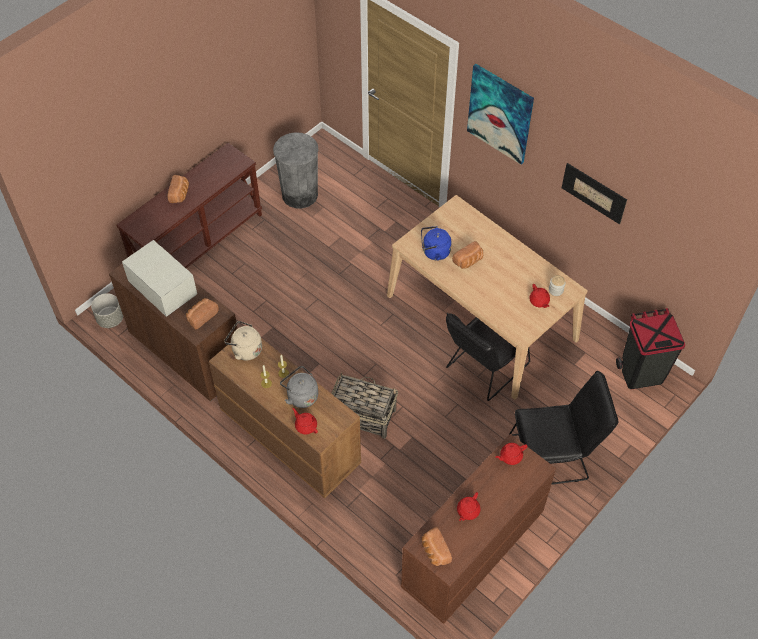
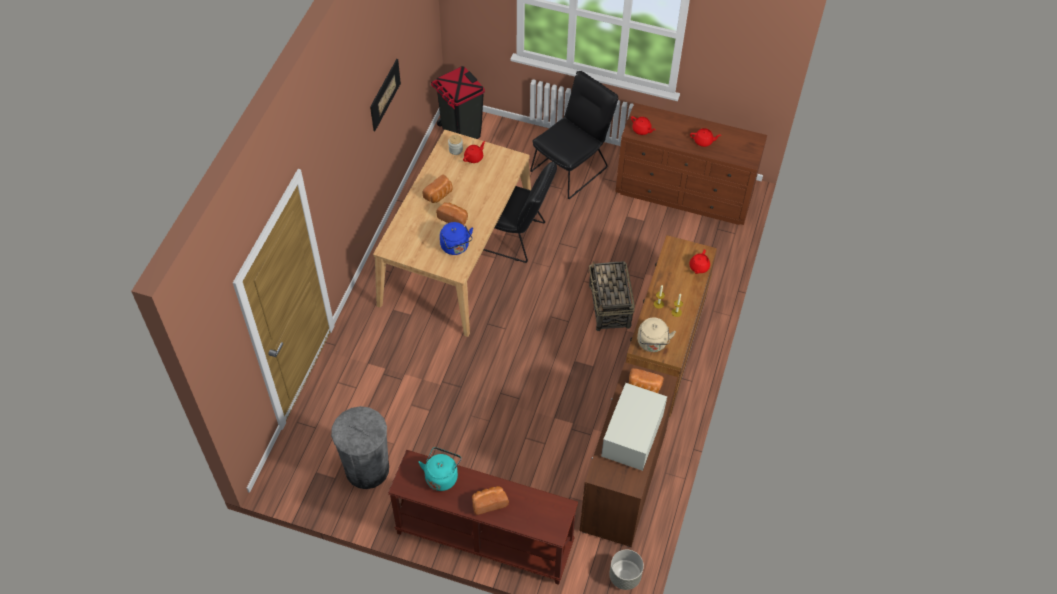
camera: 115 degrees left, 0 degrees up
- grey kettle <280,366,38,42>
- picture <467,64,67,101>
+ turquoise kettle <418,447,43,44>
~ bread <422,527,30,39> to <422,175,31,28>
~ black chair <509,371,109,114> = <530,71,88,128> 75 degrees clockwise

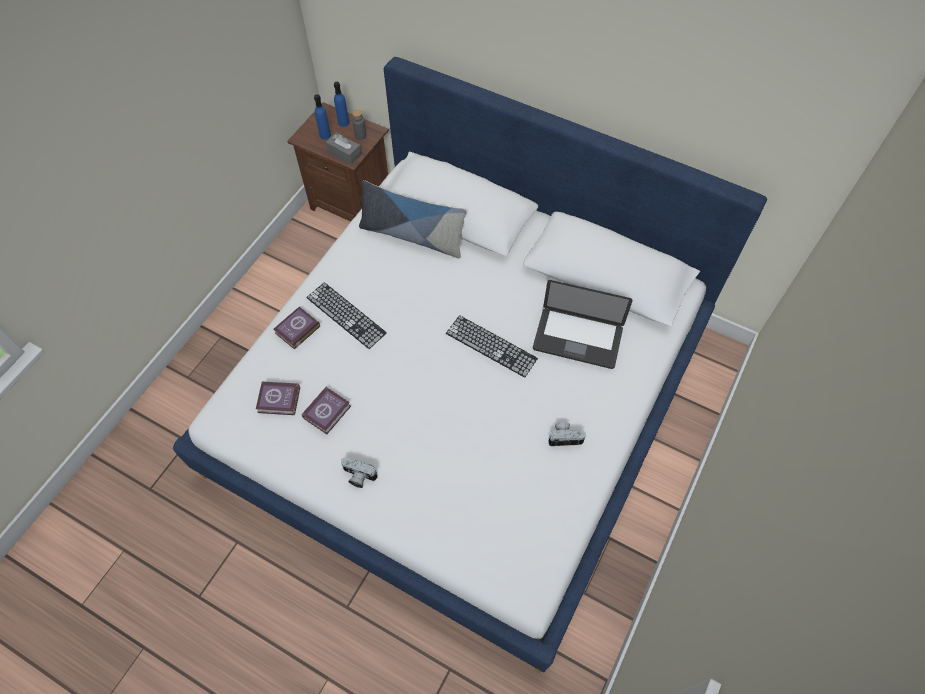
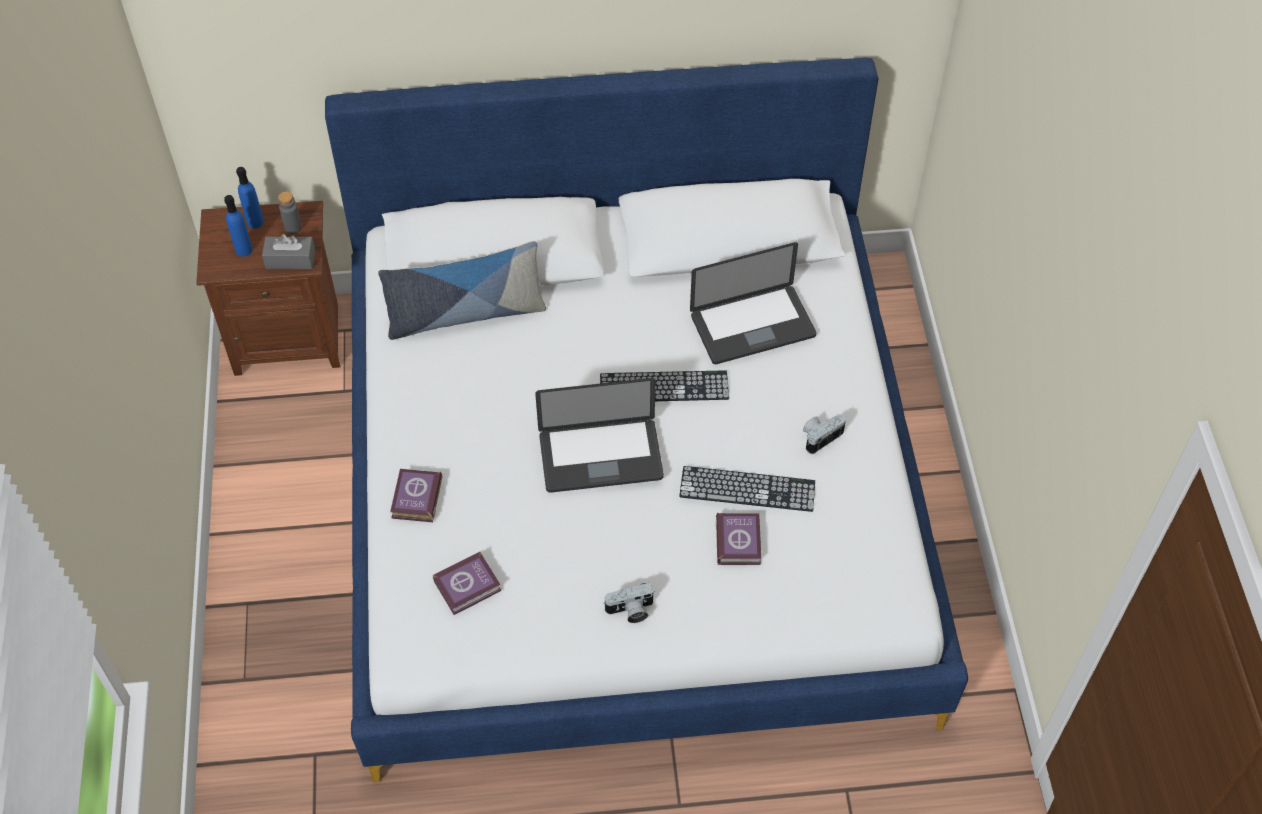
camera: 35 degrees left, 5 degrees down
+ laptop <535,378,129,115>
~ book <301,387,50,48> to <716,512,45,53>
~ keyboard <306,282,81,67> to <679,466,136,46>

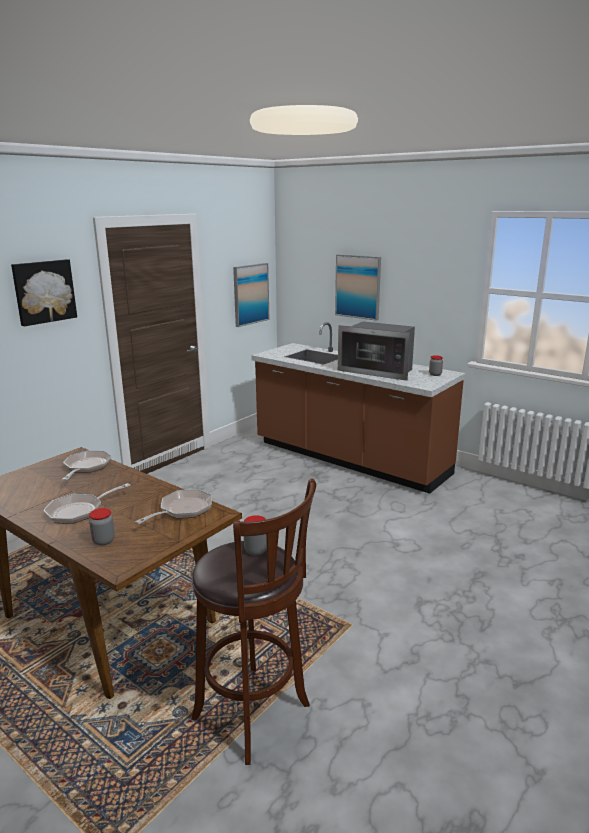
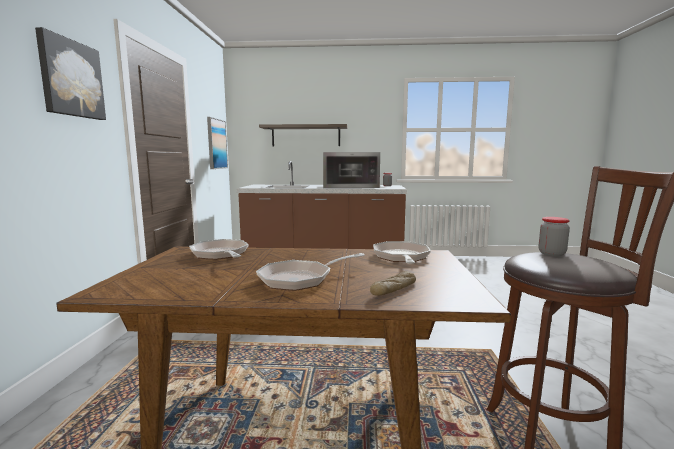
camera: 35 degrees left, 10 degrees down
~ jar <89,508,26,37> to bread <370,271,46,25>
~ picture <335,254,46,67> to shelf <259,124,89,22>
~ frying pan <44,483,87,41> = <256,253,109,38> 45 degrees clockwise

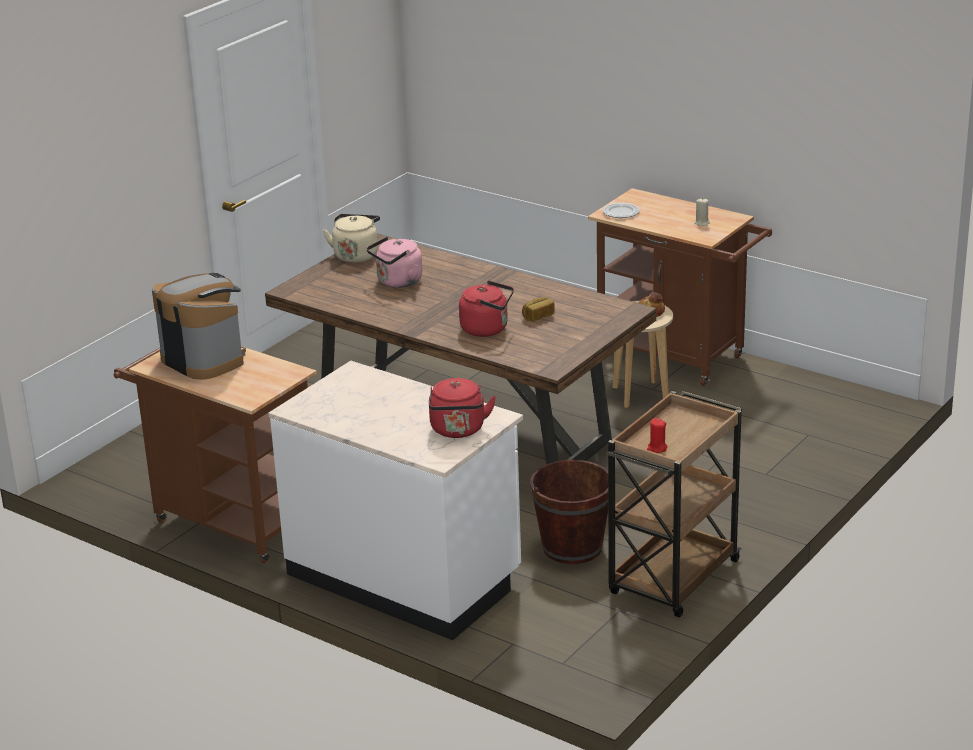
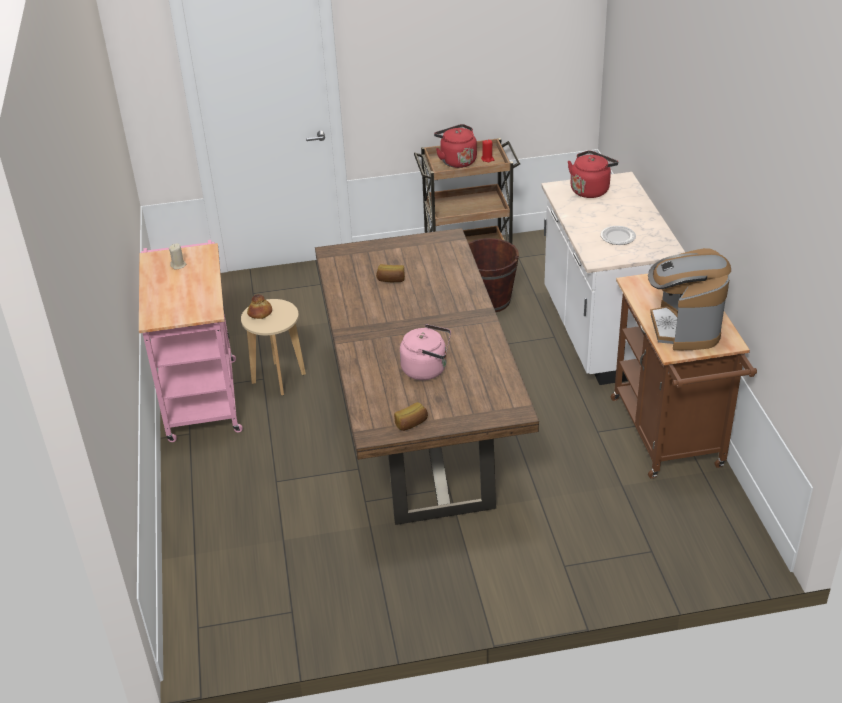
camera: 135 degrees left, 10 degrees up
~ red kettle <459,281,55,56> to <434,124,43,44>
~ plate <603,203,37,15> to <601,226,35,19>
~ beige kettle <323,214,57,49> to bread <394,402,34,29>
~ brown cart <588,188,184,198> to pink cart <139,240,104,202>

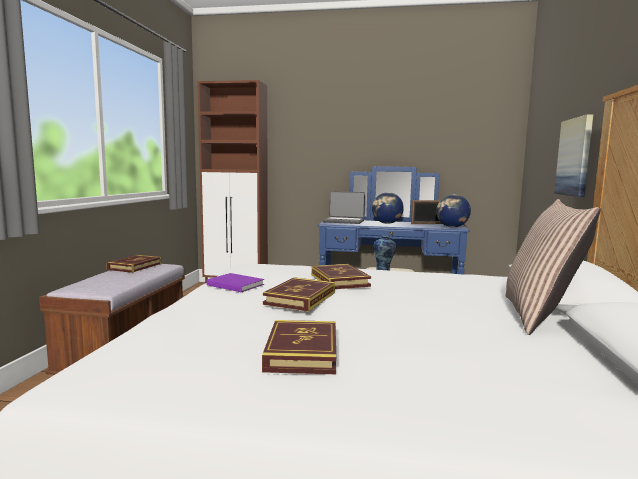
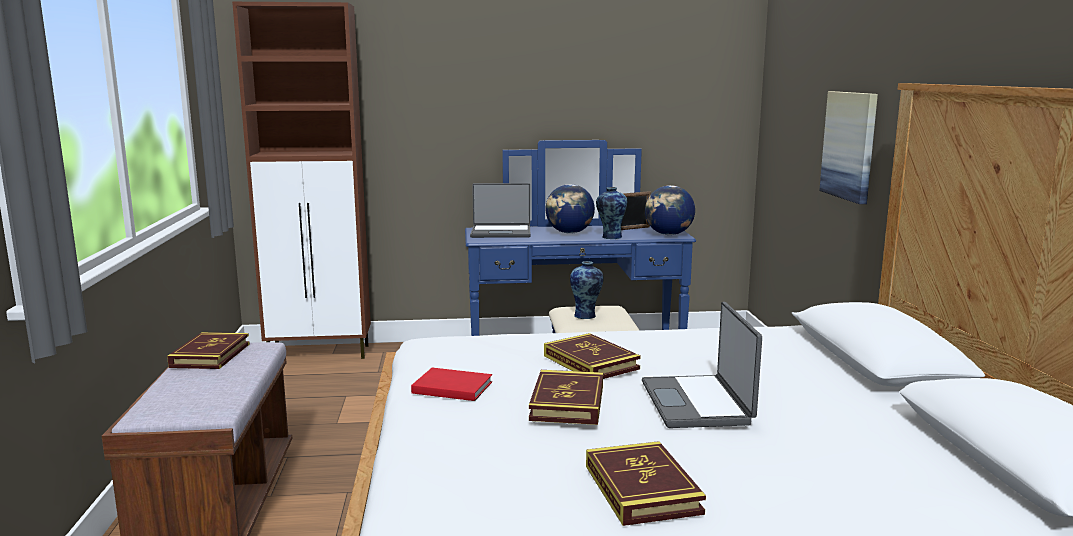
camera: 15 degrees left, 5 degrees up
- pillow <506,199,95,136>
+ vase <596,187,31,52>
+ laptop <642,302,120,126>
~ purple book <206,273,58,19> to red book <411,368,81,33>

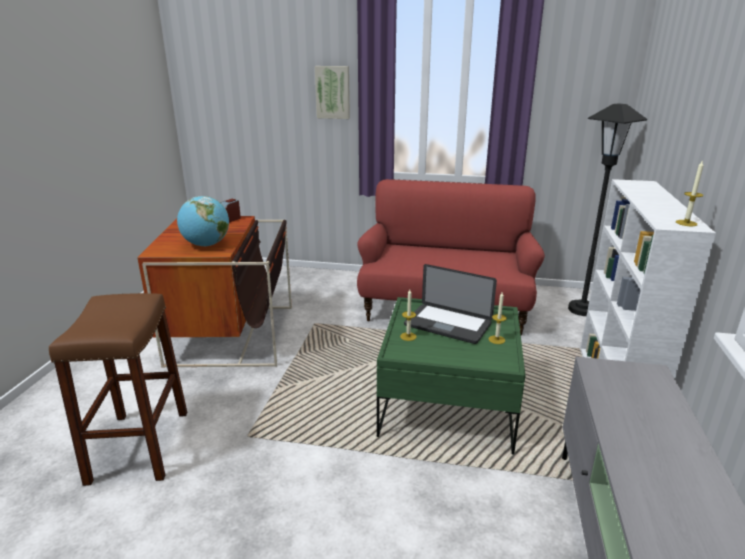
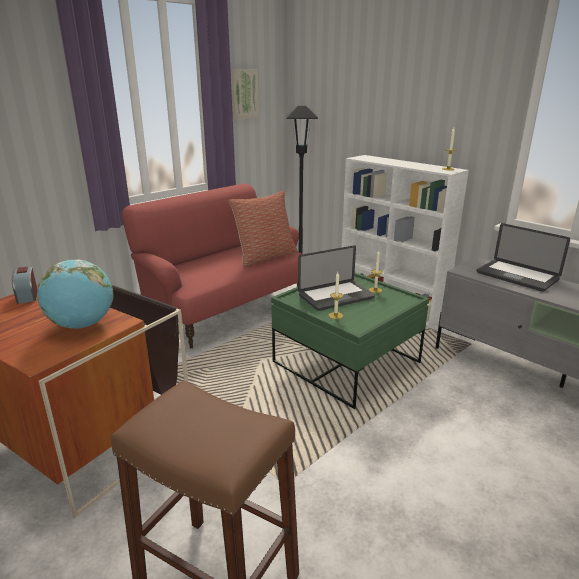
camera: 55 degrees left, 0 degrees up
+ pillow <228,191,70,76>
+ laptop <477,223,93,69>
~ picture <315,66,35,53> to <231,70,28,50>

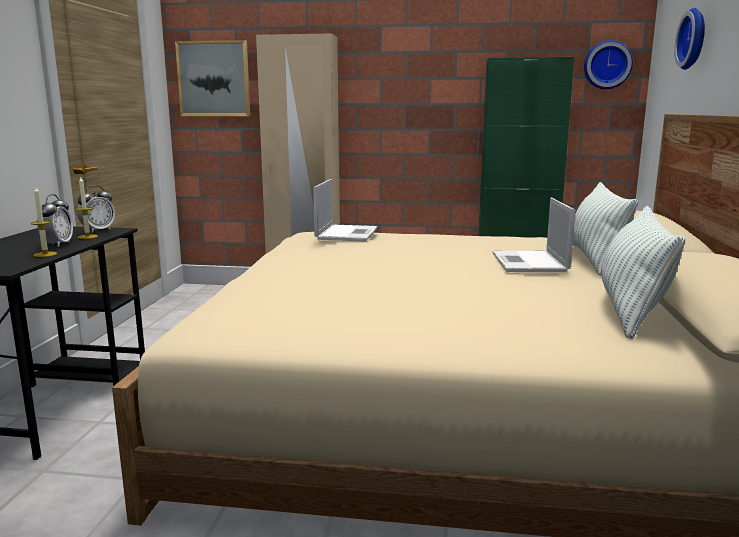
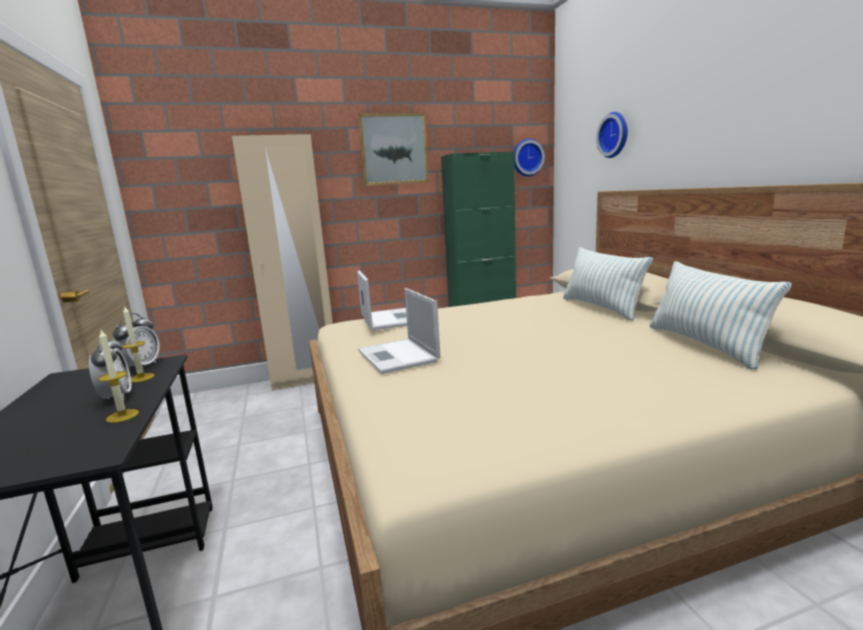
camera: 25 degrees left, 0 degrees up
~ picture <175,40,76,76> to <358,113,71,73>
~ laptop <492,197,84,75> to <358,288,82,86>

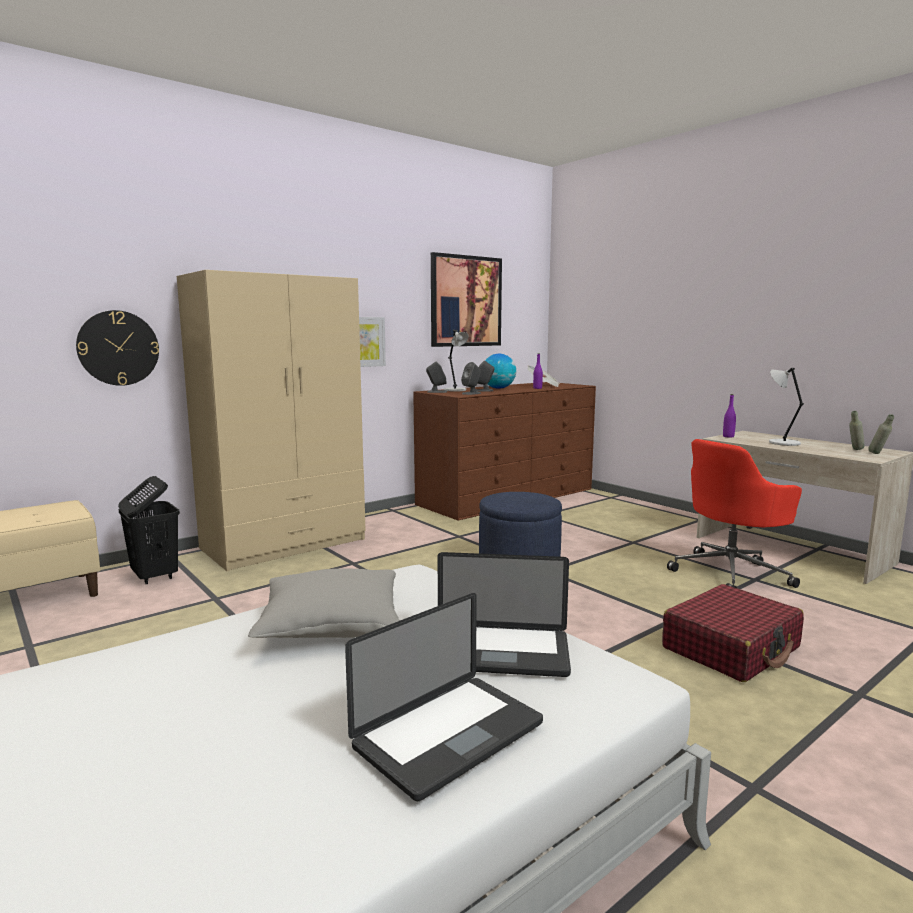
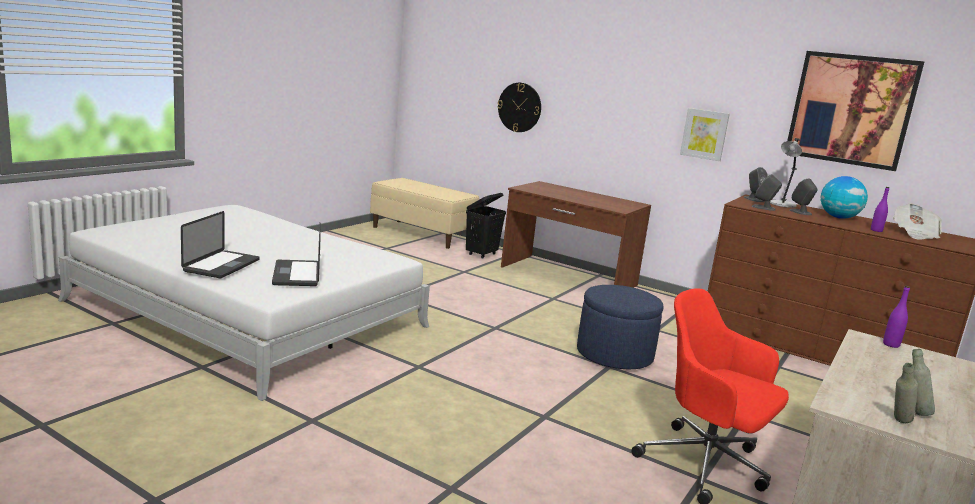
camera: 70 degrees right, 5 degrees up
- grey pillow <248,569,152,69>
- red suitcase <662,584,142,98>
- grey table lamp <769,368,35,78>
~ beige wardrobe <177,270,189,301> to brown desk <501,181,150,107>
~ laptop <345,593,198,208> = <181,211,79,67> 105 degrees counterclockwise

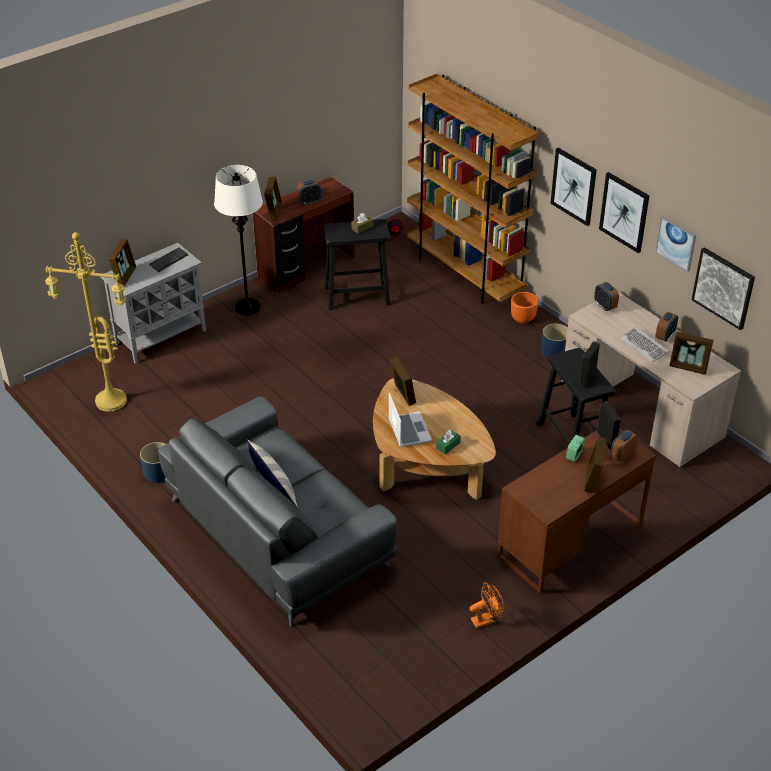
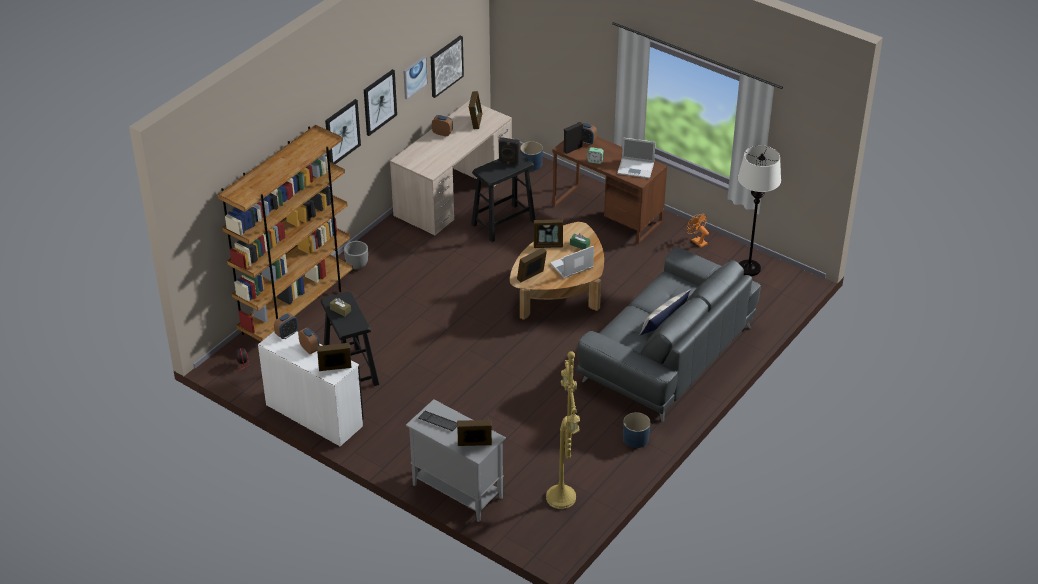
camera: 105 degrees left, 0 degrees up
- keyboard <620,327,49,35>
+ laptop <617,137,39,41>
~ white floor lamp <214,165,49,151> to <738,145,43,131>
~ blue planter <541,324,27,34> to <520,141,23,30>
~ picture frame <584,437,23,56> to <534,219,29,29>
~ alarm clock <594,282,25,29> to <274,313,24,26>
~ brown desk <253,176,102,118> to white desk <258,331,106,116>
~ orange planter <511,292,27,32> to grey planter <344,241,24,29>

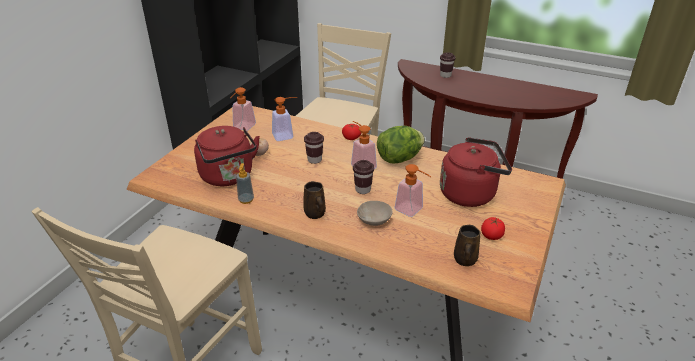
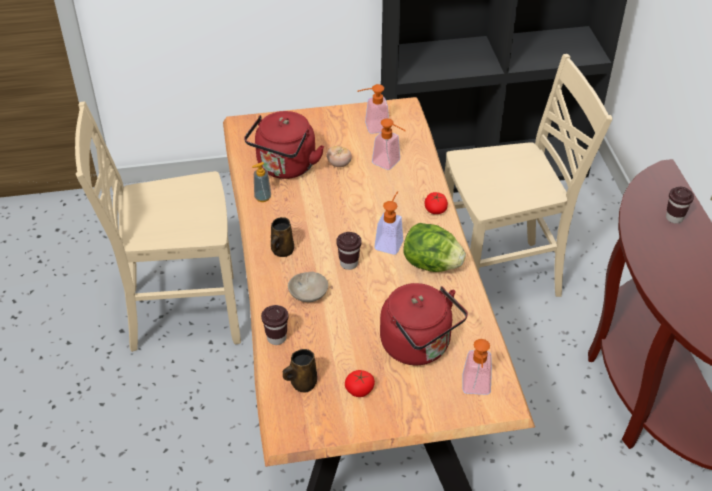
camera: 55 degrees right, 10 degrees up
~ brown cup <304,132,20,32> to <261,305,27,40>
~ soap dispenser <395,164,36,53> to <463,339,29,56>

